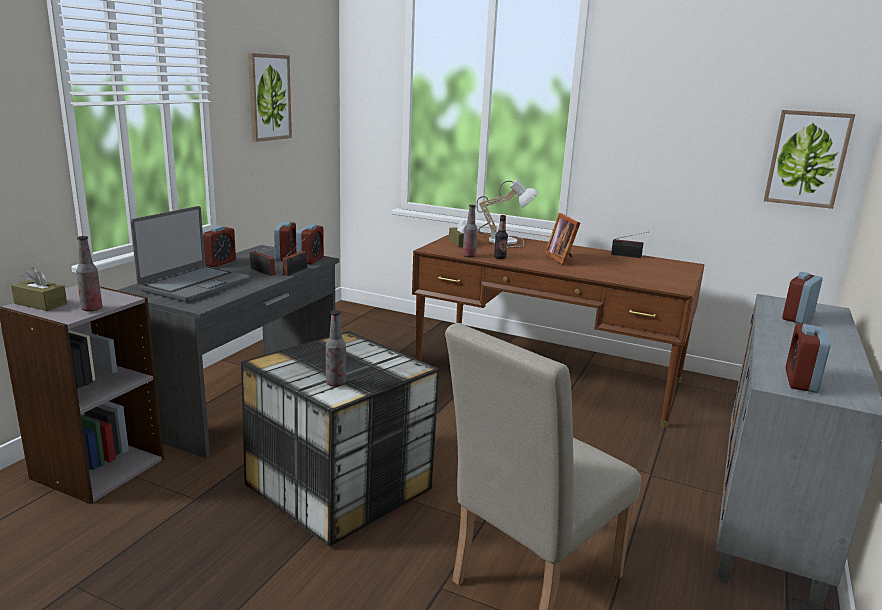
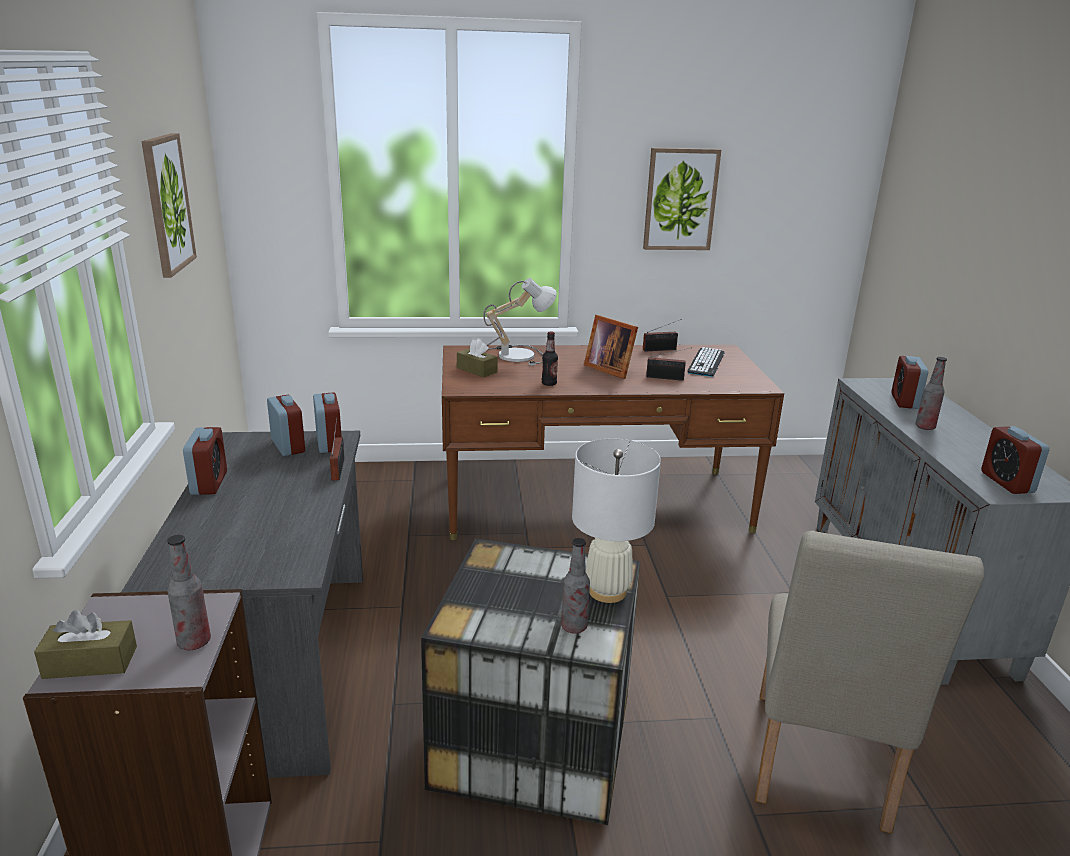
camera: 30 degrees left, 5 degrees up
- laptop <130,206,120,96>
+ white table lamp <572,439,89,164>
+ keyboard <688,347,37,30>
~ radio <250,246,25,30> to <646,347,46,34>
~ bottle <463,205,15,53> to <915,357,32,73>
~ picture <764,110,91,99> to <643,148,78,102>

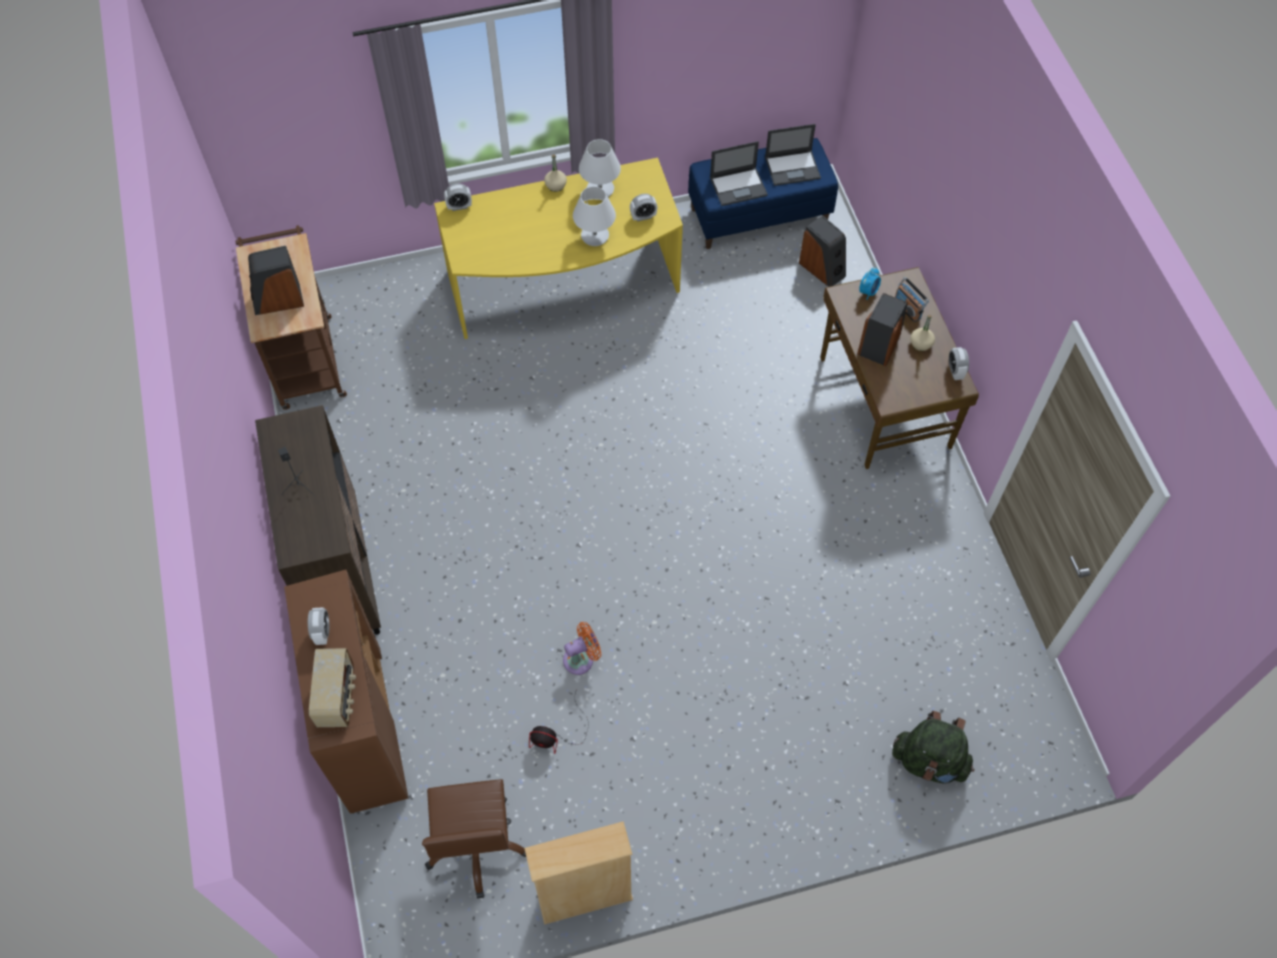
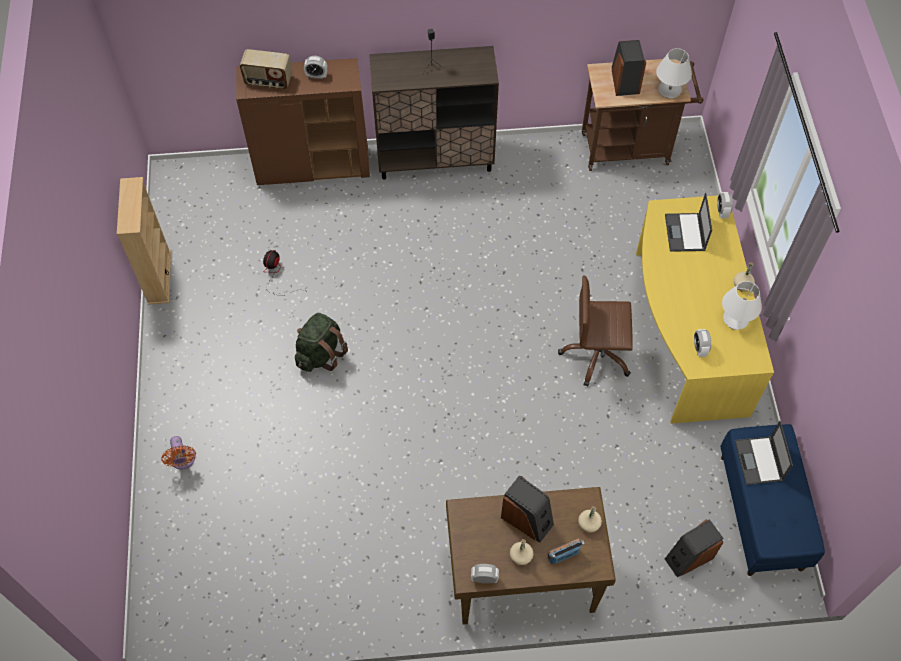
camera: 100 degrees right, 0 degrees up
~ brown office chair <422,779,104,119> to <558,275,75,112>
~ orange fan <563,622,39,53> to <161,436,35,34>
~ white table lamp <573,186,43,60> to <656,48,36,51>
~ laptop <765,124,56,62> to <665,193,47,59>
~ green backpack <892,711,82,73> to <295,313,53,59>
~ alarm clock <859,267,22,33> to beige bottle <578,506,24,26>

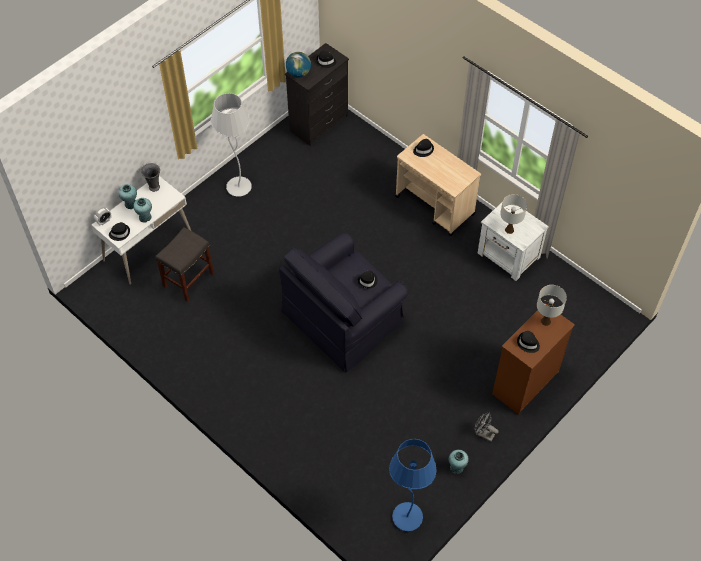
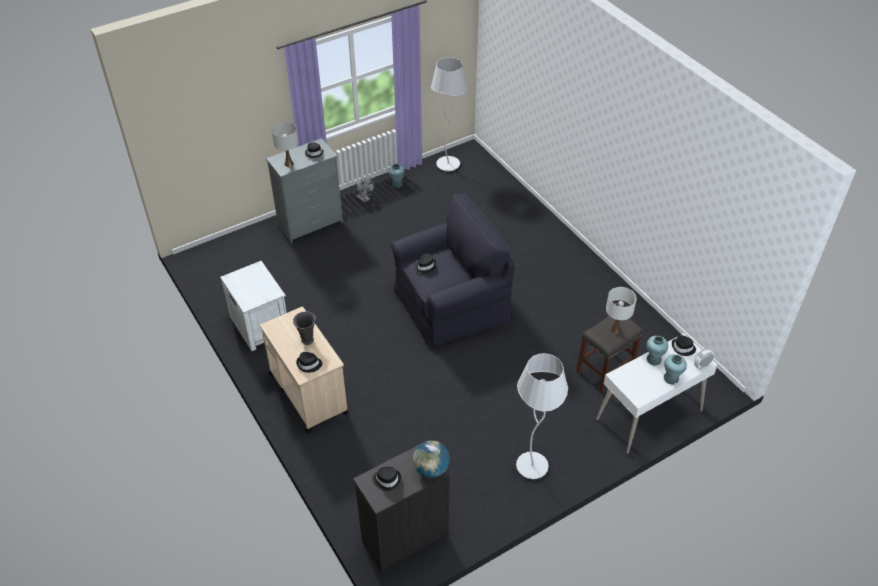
camera: 165 degrees left, 10 degrees down
~ grey vase <141,163,19,29> to <293,311,23,34>
~ white table lamp <500,194,27,40> to <606,287,31,47>
~ blue floor lamp <389,439,48,92> to white floor lamp <431,57,36,115>
~ brown dresser <492,303,83,112> to grey dresser <266,138,77,105>

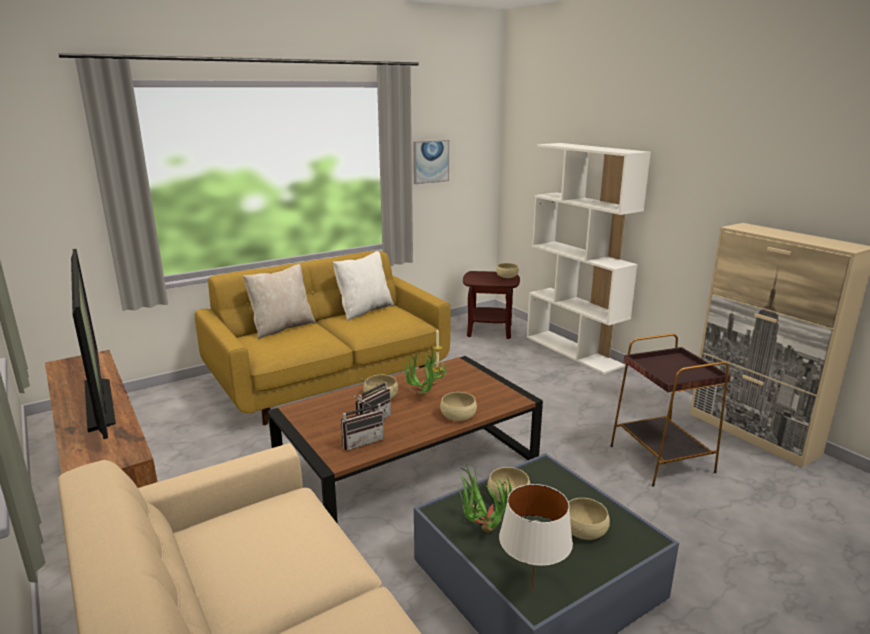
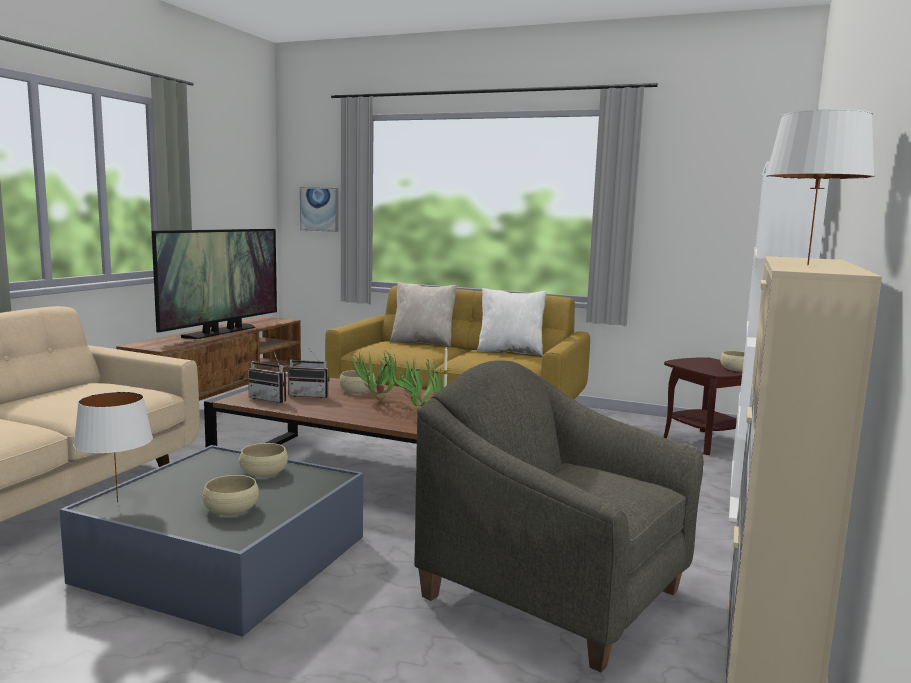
camera: 55 degrees right, 10 degrees down
- beige bowl <440,392,37,29>
+ white table lamp <766,109,109,156>
~ picture <413,140,36,44> to <300,187,38,45>
~ potted plant <455,465,57,68> to <392,358,50,54>
~ brown side table <610,334,121,152> to grey armchair <414,360,290,312>

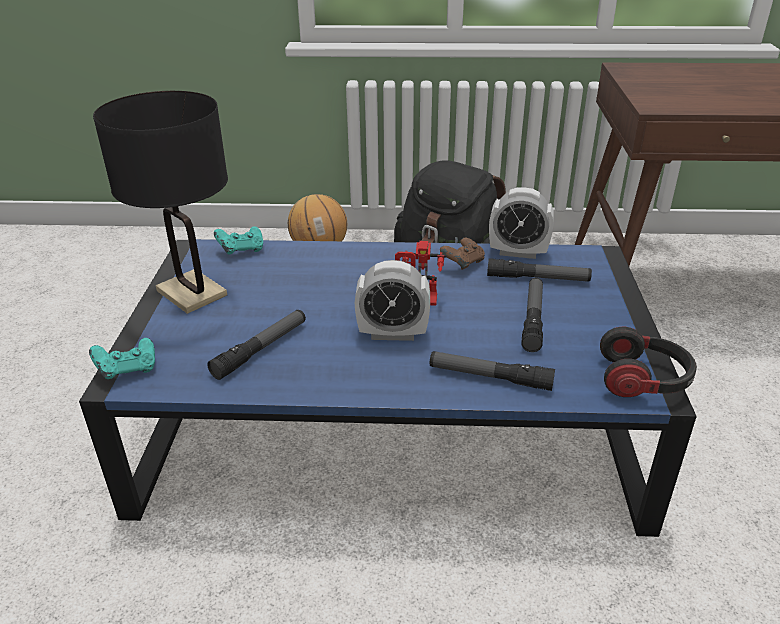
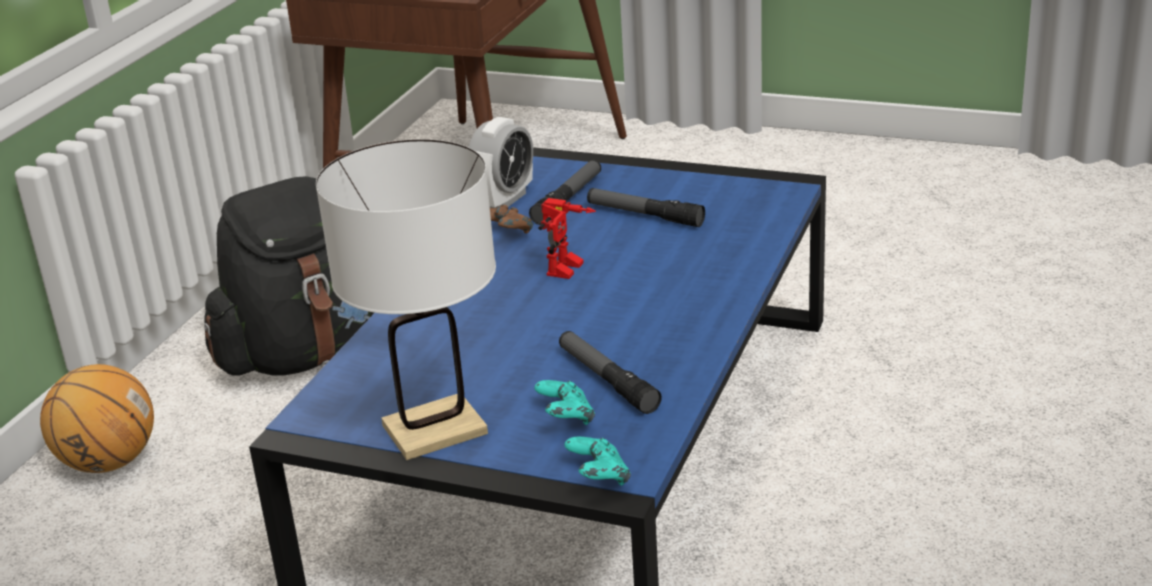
camera: 70 degrees left, 5 degrees down
- alarm clock <355,260,75,81>
- flashlight <430,351,125,40>
- headphones <600,327,97,70>
~ turquoise game controller <214,226,49,29> to <534,380,61,45>
~ black table lamp <93,91,135,223> to white table lamp <316,139,180,321>

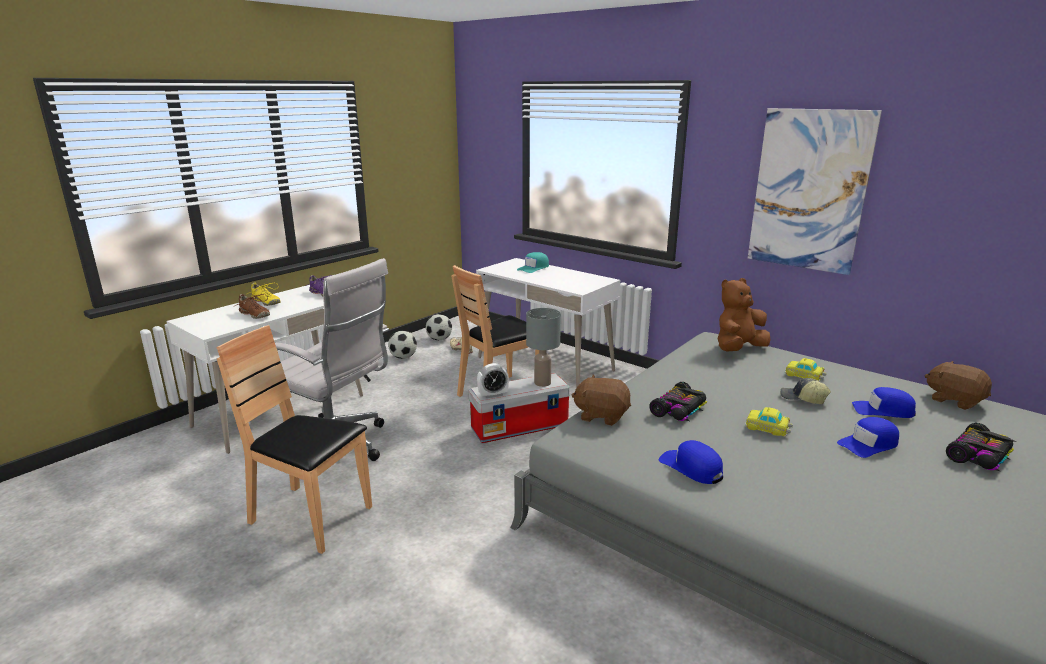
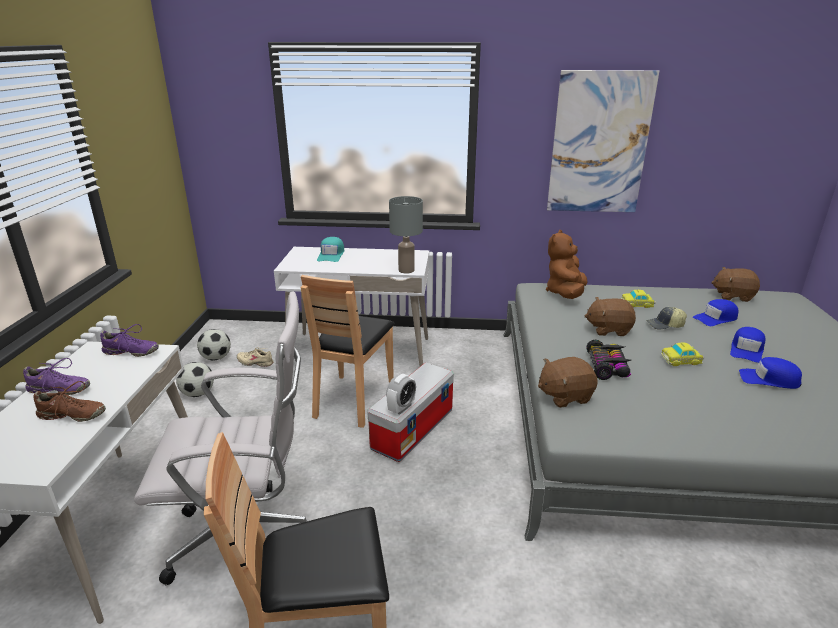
camera: 35 degrees left, 5 degrees up
- toy car <946,423,70,49>
+ brown plush toy <585,297,51,39>
~ grey table lamp <526,308,35,79> to <389,196,34,78>
~ blue cap <659,440,64,44> to <739,357,63,32>
~ yellow shoe <247,283,33,23> to purple shoe <23,358,67,37>

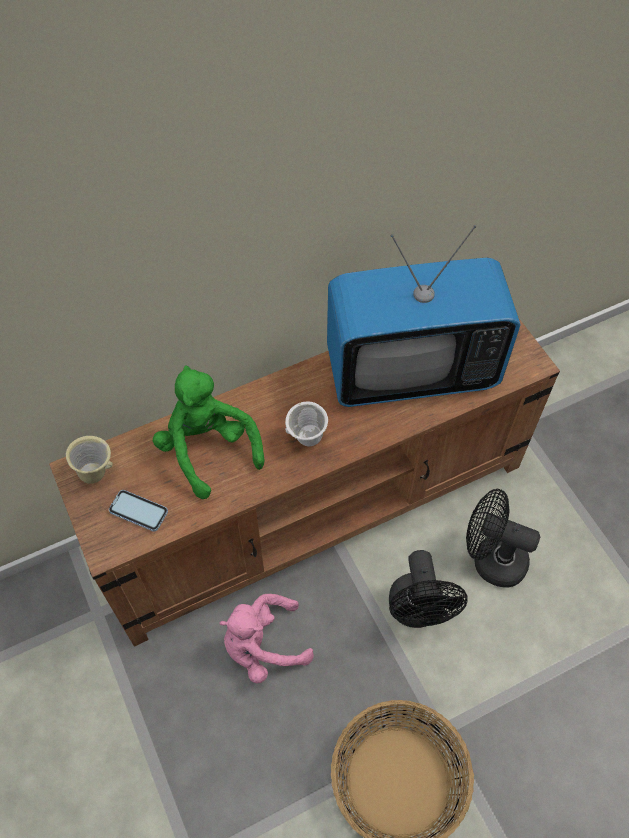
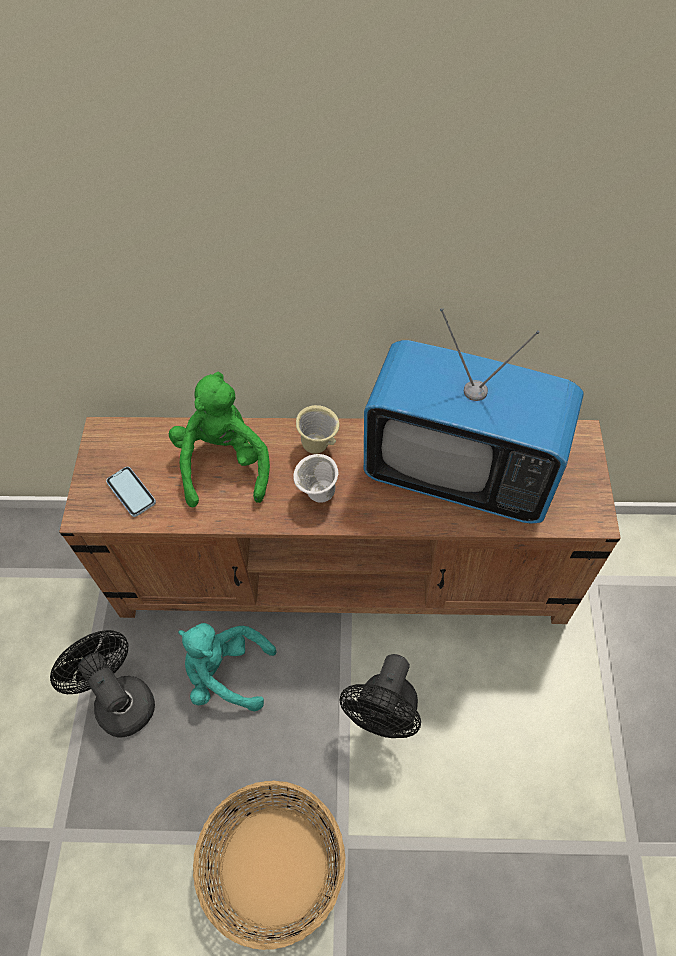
camera: 30 degrees right, 0 degrees up
~ beige mug <66,436,47,48> to <296,405,43,49>
~ black fan <466,489,74,98> to <50,630,105,107>
~ pink plush toy <219,594,95,89> to turquoise plush toy <178,623,98,88>

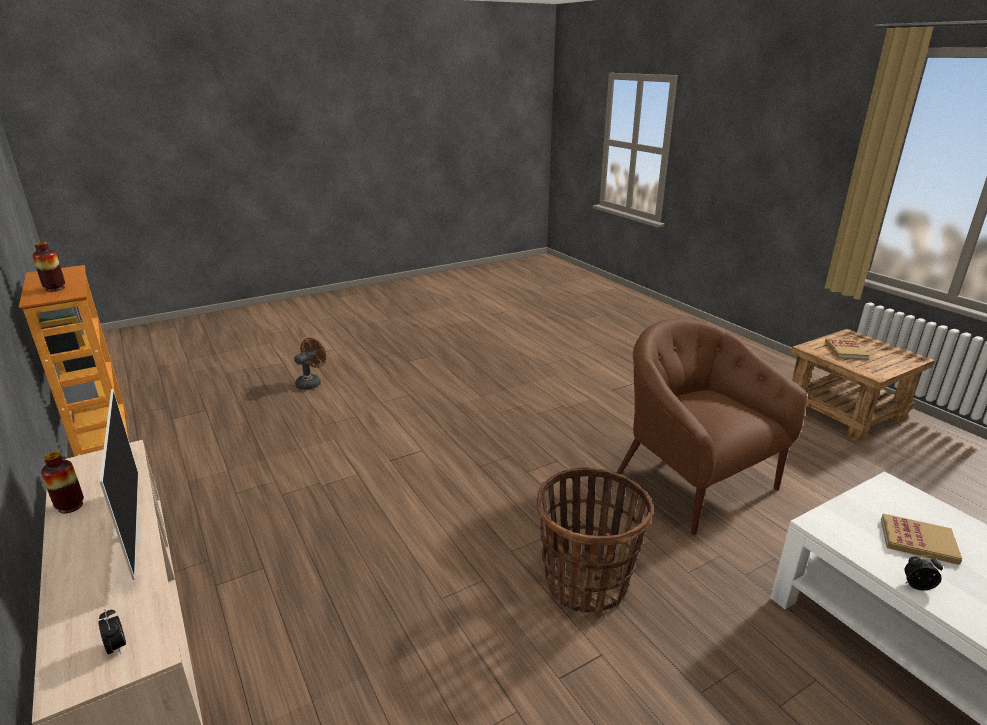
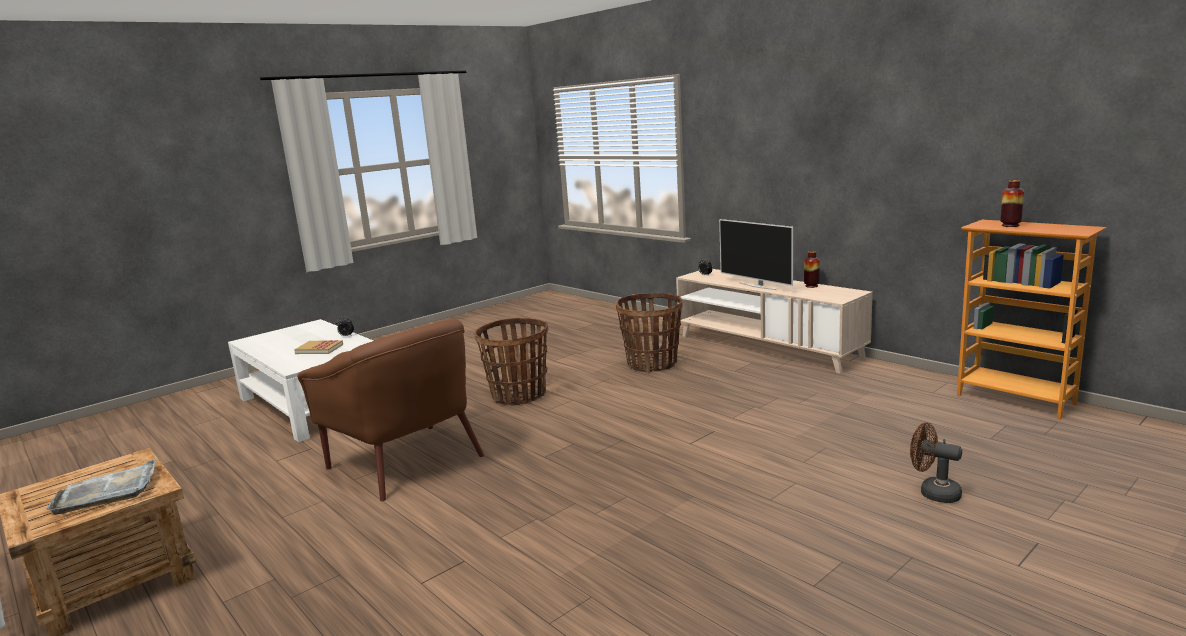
camera: 170 degrees right, 10 degrees down
+ basket <616,293,67,80>
~ book <825,338,45,22> to grey tray <46,458,111,57>
~ brown fan <294,338,32,52> = <910,423,52,80> 105 degrees clockwise

